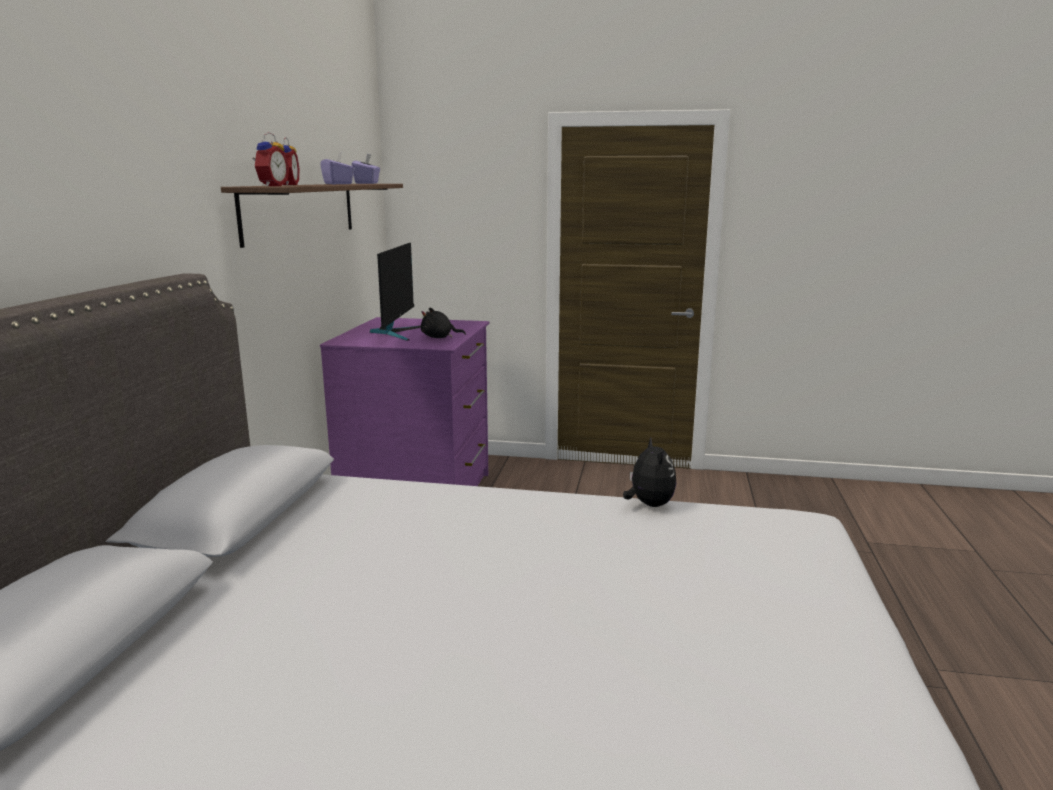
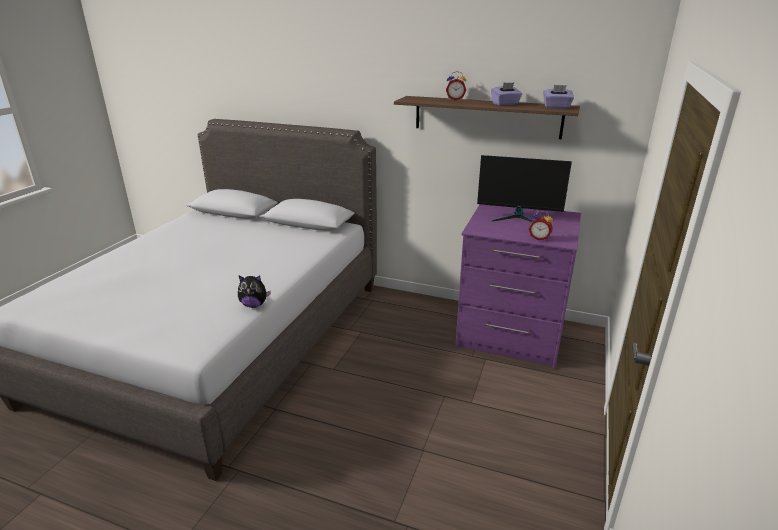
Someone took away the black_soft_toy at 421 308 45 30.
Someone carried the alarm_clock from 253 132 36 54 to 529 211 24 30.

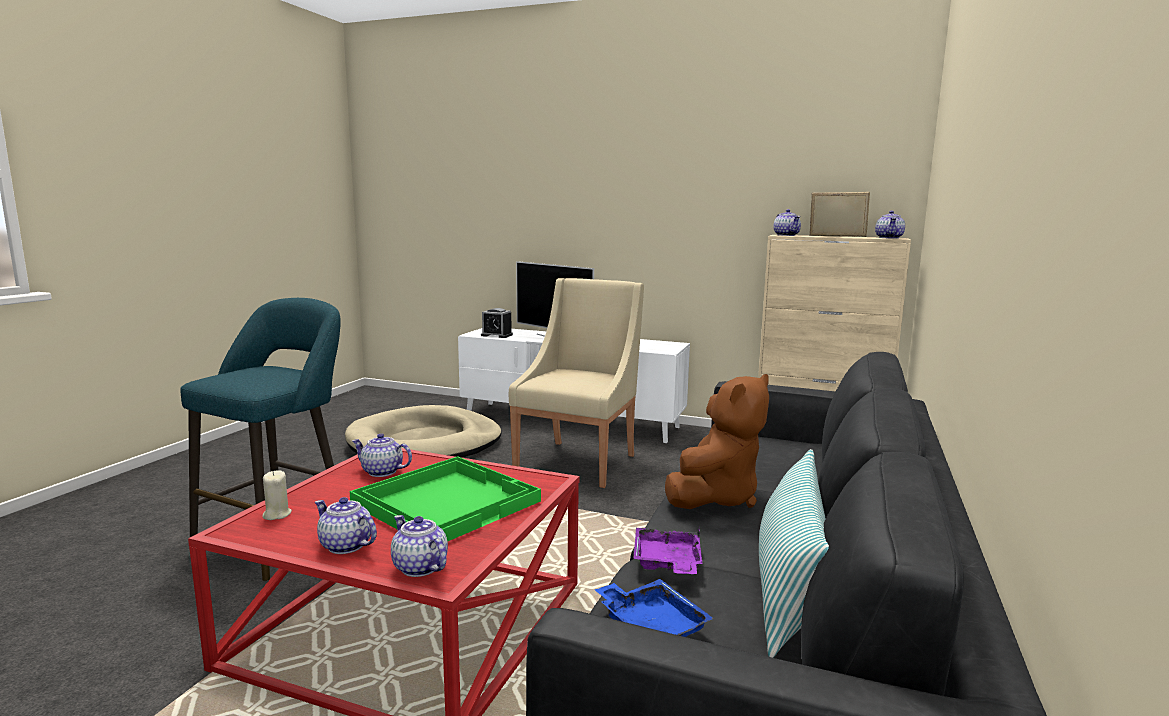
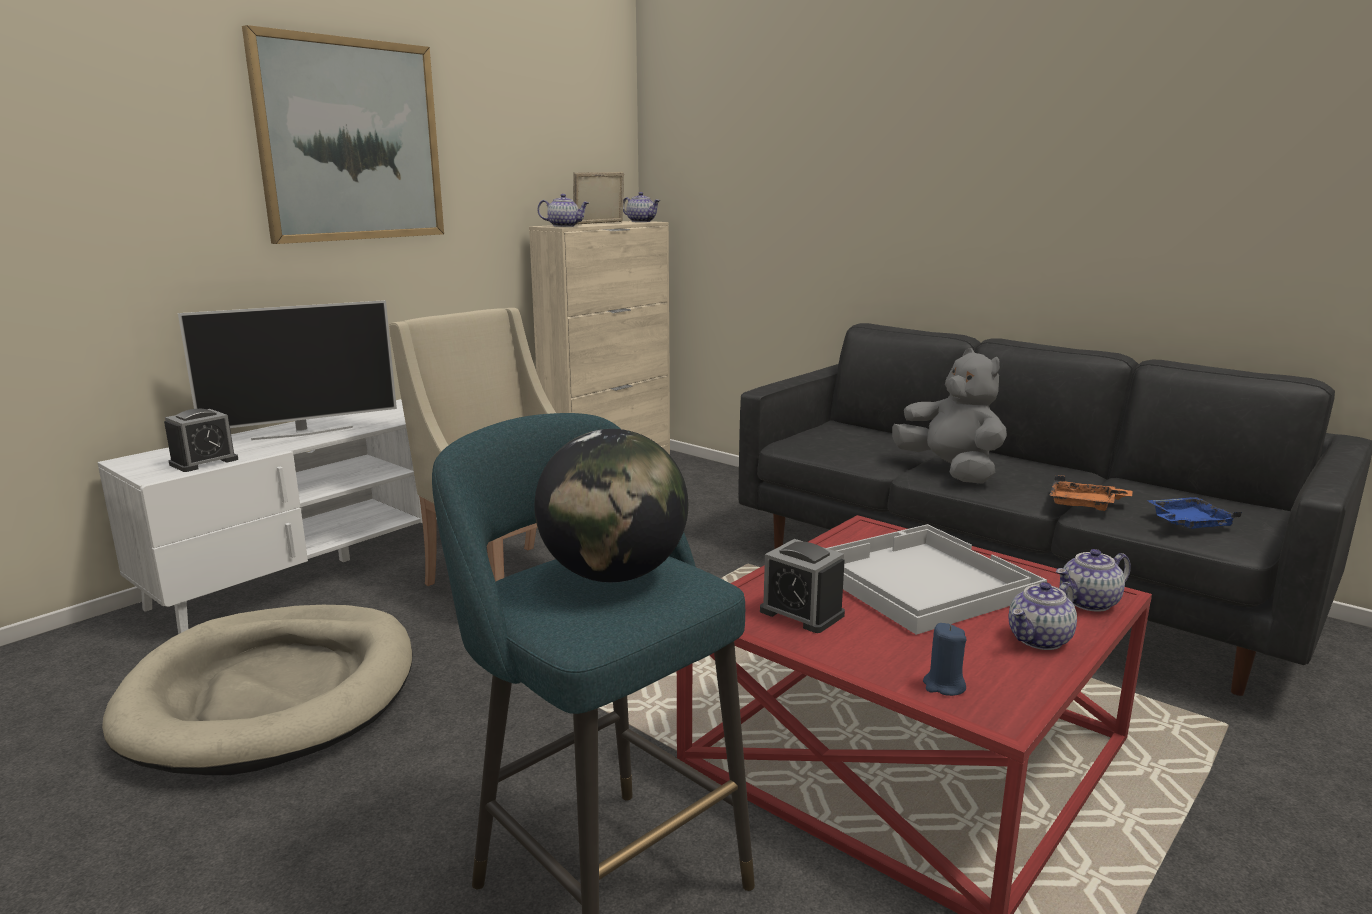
Someone took away the throw_pillow at 759 449 70 209.
Someone put up the wall_art at 242 25 202 219.
Someone put down the globe at 534 429 154 153.
Someone swapped the teapot at 352 433 60 44 for the alarm_clock at 760 539 85 94.
Someone repainted the beige_candle at 262 470 30 50, which became the blue-coloured_candle at 923 623 43 73.
Someone repainted the green-coloured_carrying_tray at 350 456 191 86, which became the white_carrying_tray at 827 524 220 111.
Someone repainted the purple-coloured_carrying_tray at 633 528 70 46, which became the orangey_carrying_tray at 1049 475 83 36.
Someone repainted the brownish_soft_toy at 665 374 104 135, which became the gray_soft_toy at 892 348 115 135.

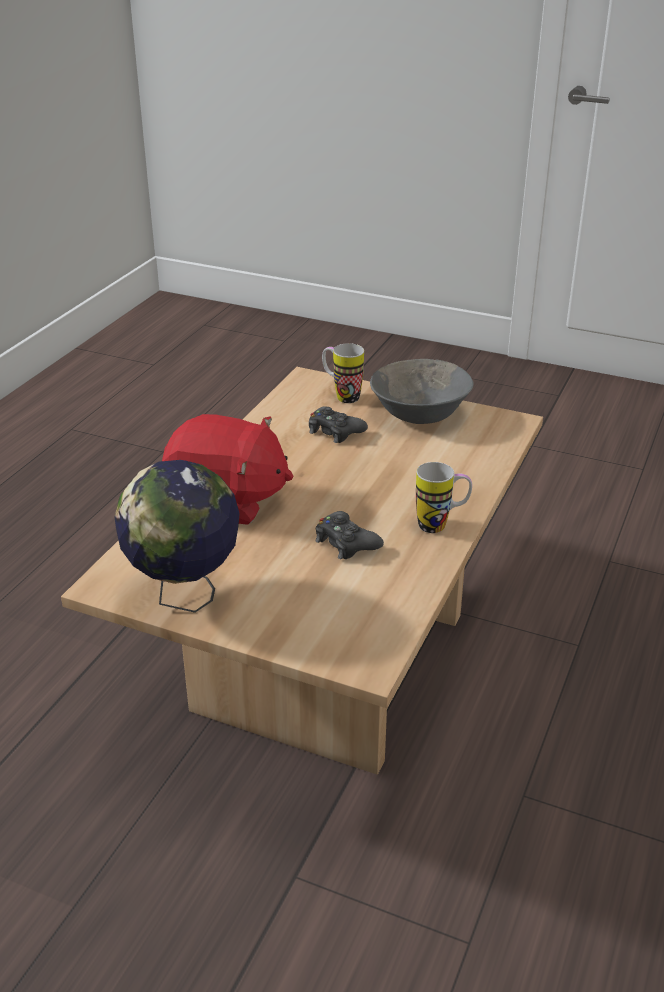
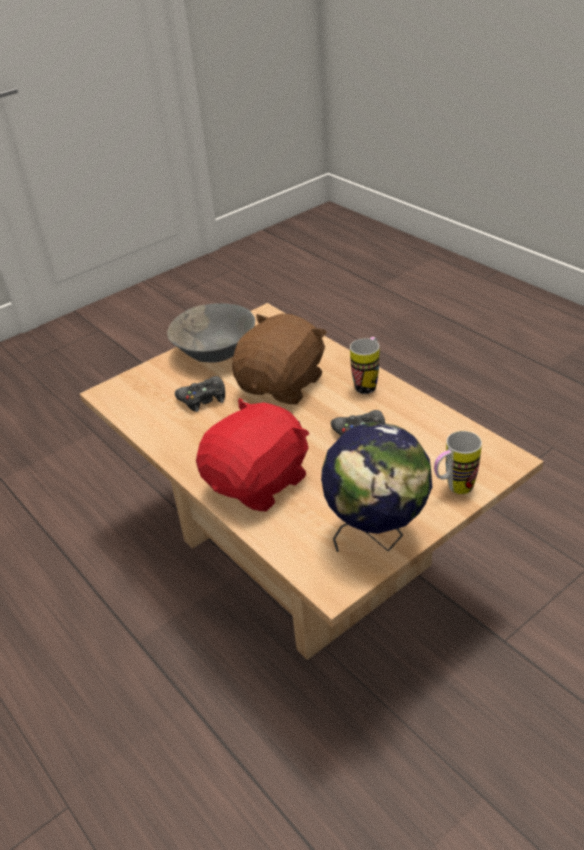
Someone put down the brownish_soft_toy at 232 313 95 91.
Someone carried the tea_mug from 322 343 42 60 to 434 431 48 63.

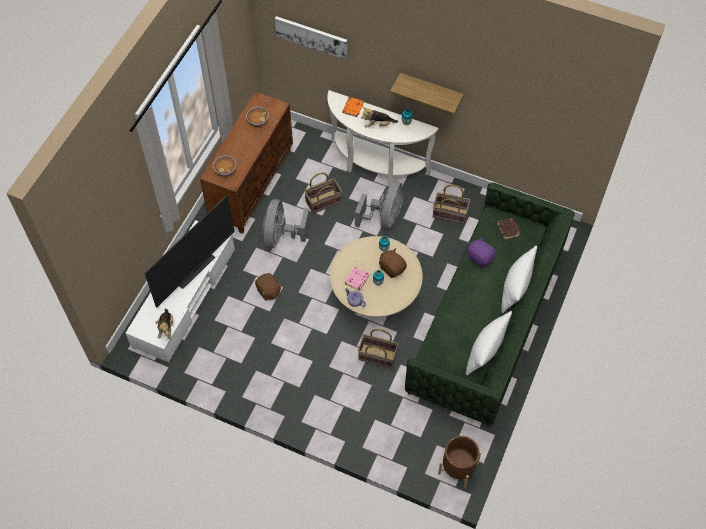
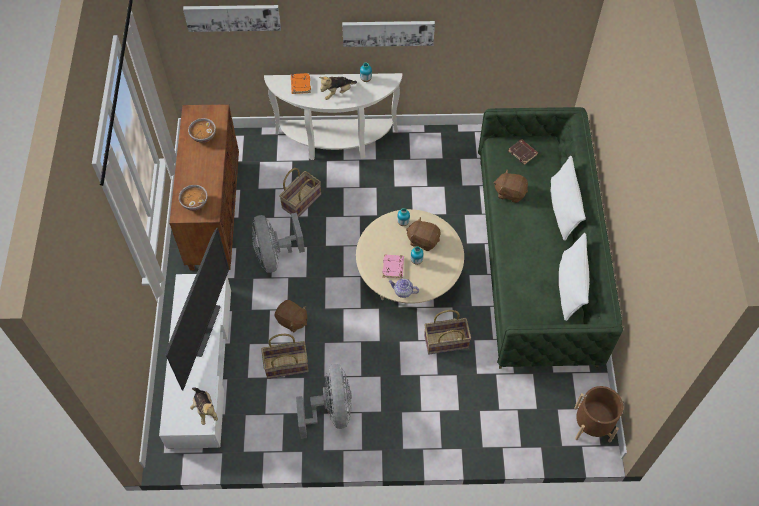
Someone carried the gray_cooling_fan from 355 181 48 47 to 296 364 56 75.
Someone carried the storage_basket from 433 184 37 40 to 261 334 48 45.
Someone swapped the wall_shelf at 390 73 74 41 for the wall_art at 342 21 93 26.
Someone repainted the purple-coloured_soft_toy at 467 238 29 29, which became the brownish_soft_toy at 493 170 35 33.

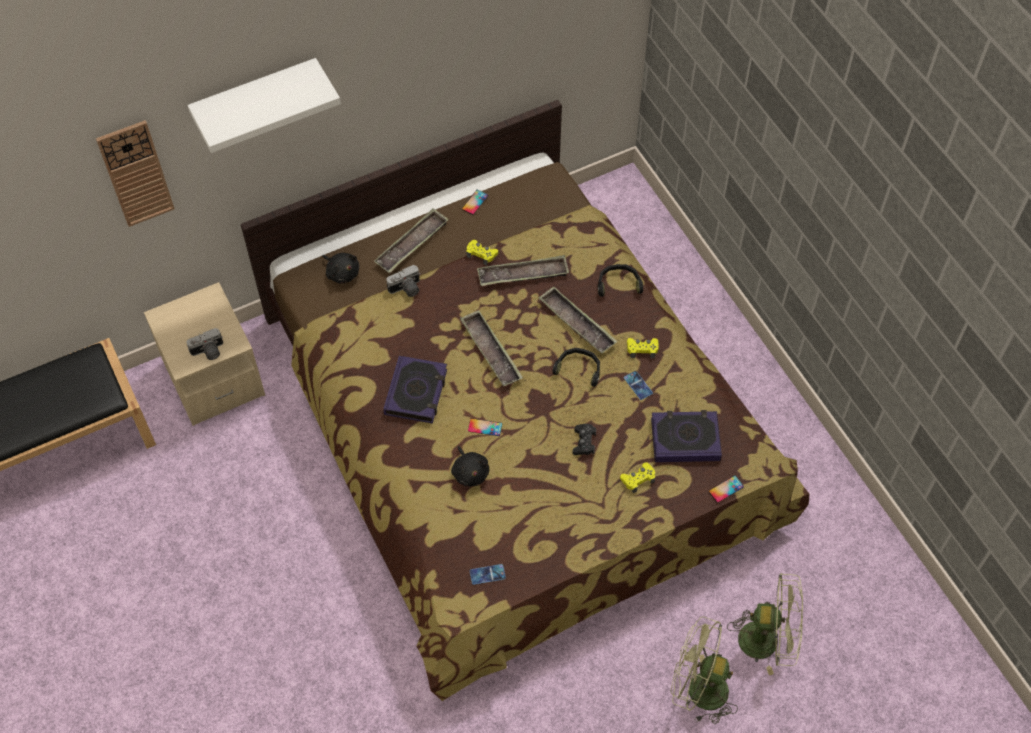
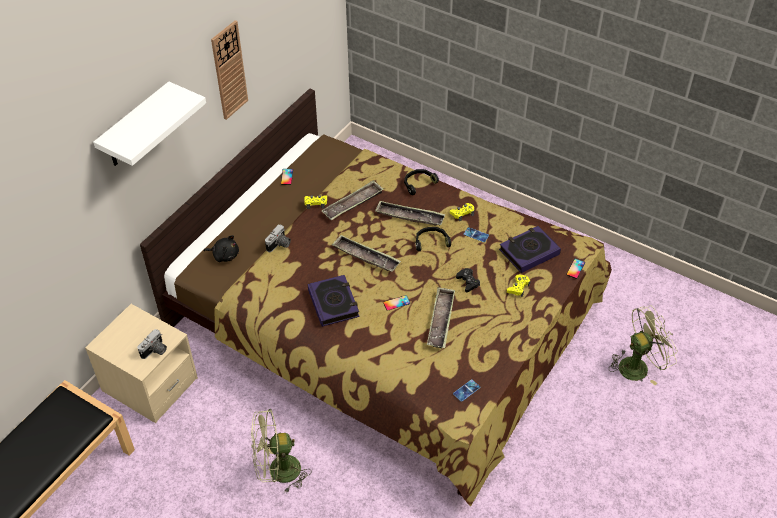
Someone took away the black_soft_toy at 451 446 38 40.
Someone carried the wall_clock from 96 120 79 107 to 211 20 37 100.
Someone carried the carrying_tray from 374 208 75 65 to 427 287 28 61.
Someone carried the green-coloured_cooling_fan from 670 616 68 108 to 251 409 61 85.

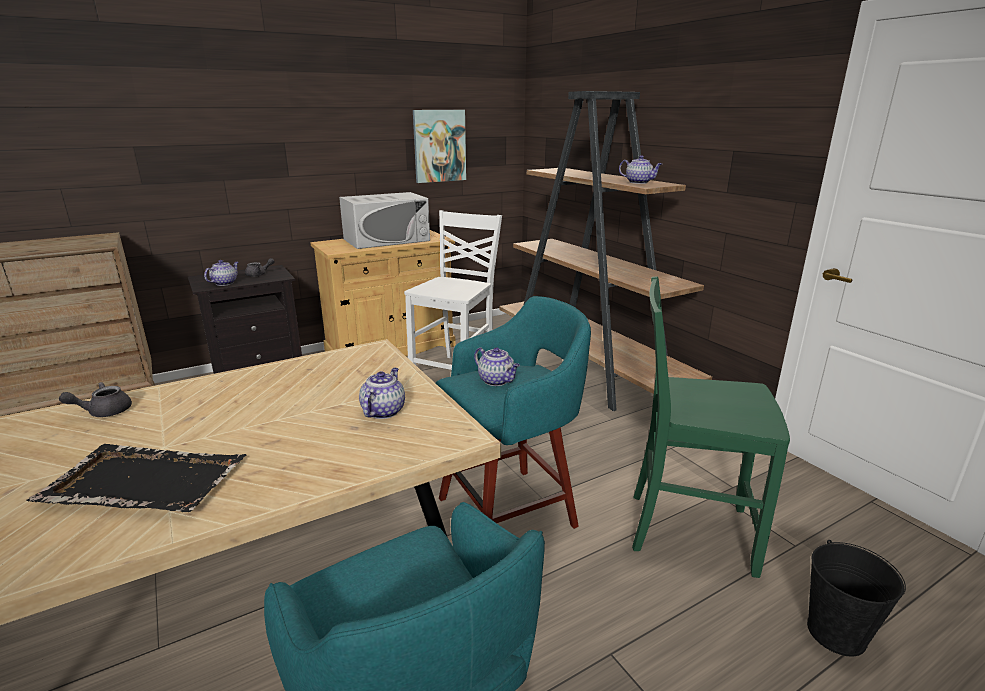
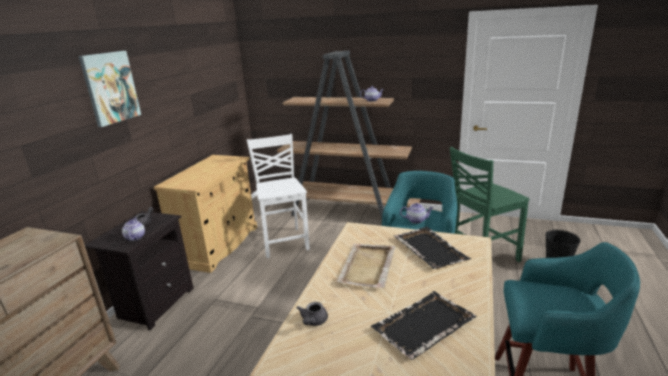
Someone took away the white_microwave_oven at 339 192 91 57.
Someone put down the beige_carrying_tray at 336 244 59 44.
Someone carried the wall_art from 413 110 53 73 to 79 51 62 76.
Someone swapped the teapot at 359 368 46 51 for the black_carrying_tray at 394 227 78 42.

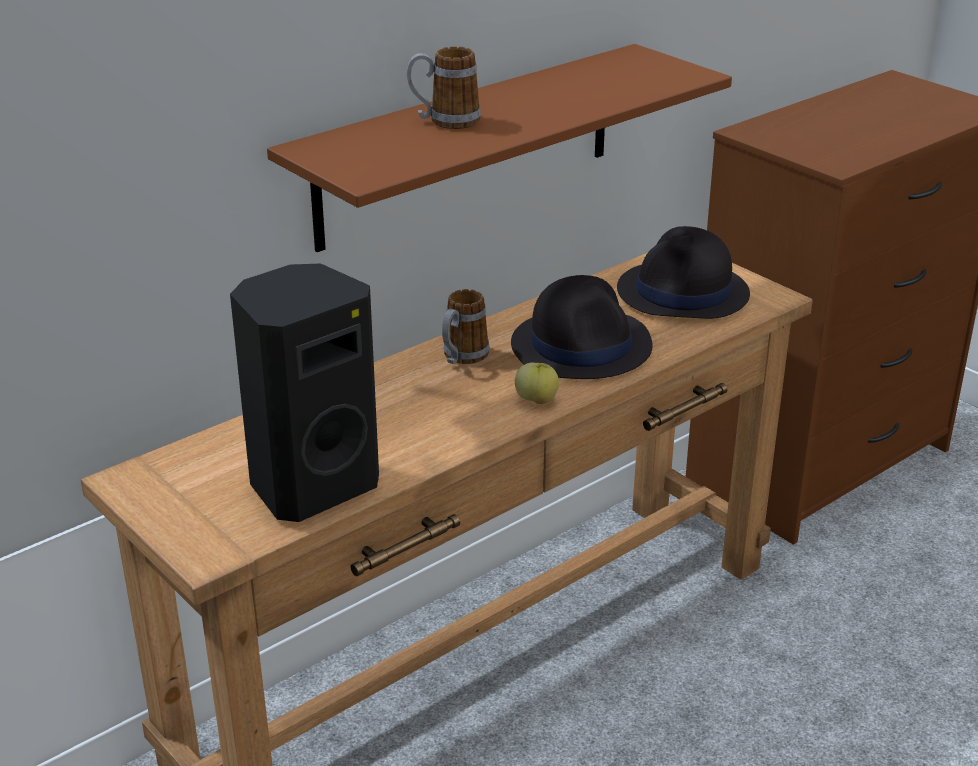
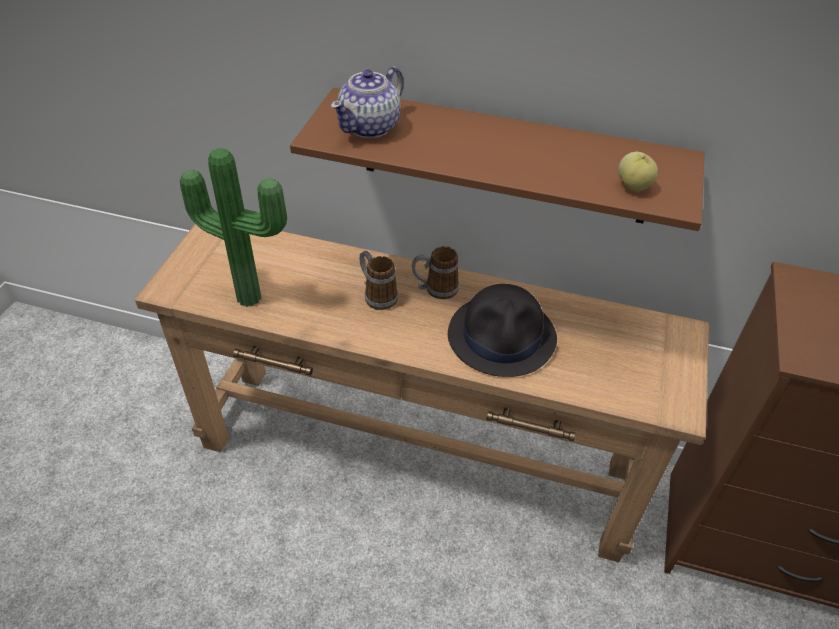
Someone took away the black_wearable_hat at 617 226 133 93.
Someone put down the teapot at 331 66 73 72.
Someone carried the tea_mug from 407 46 74 83 to 359 251 39 59.
Someone carried the apple from 515 363 44 41 to 618 152 40 40.
Someone swapped the black_audio_speaker at 230 263 149 259 for the houseplant at 180 148 107 159.

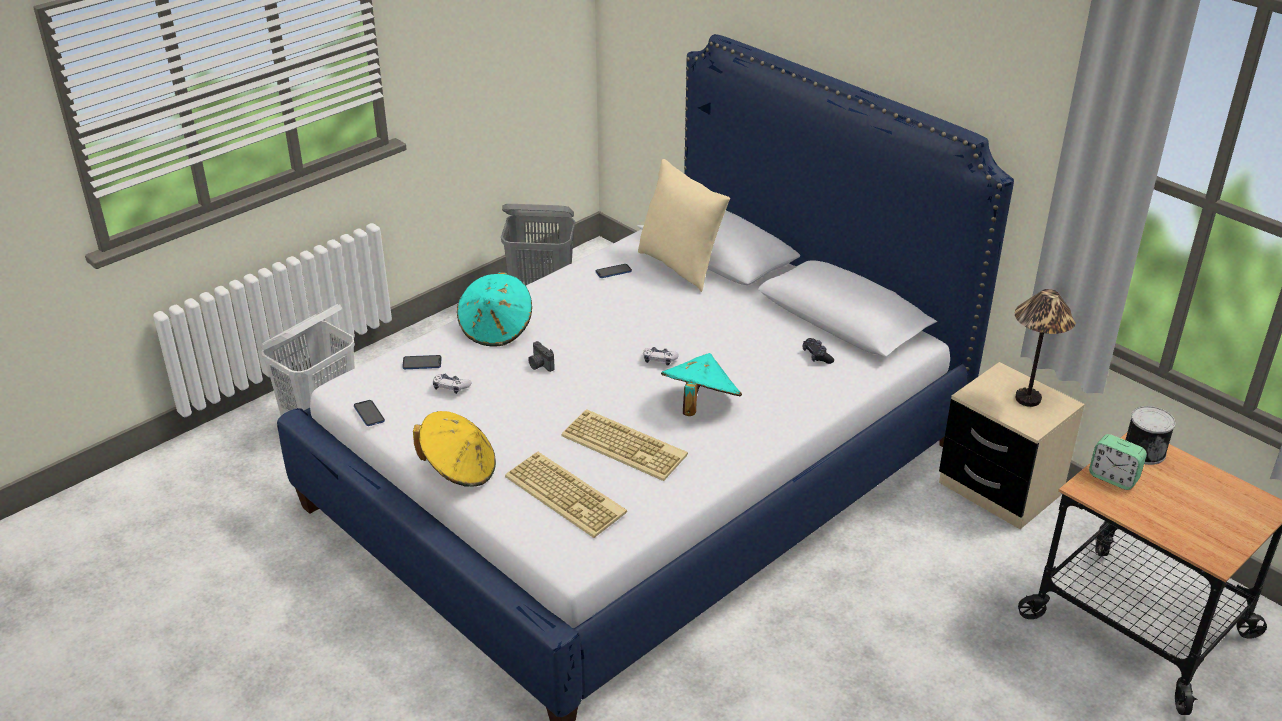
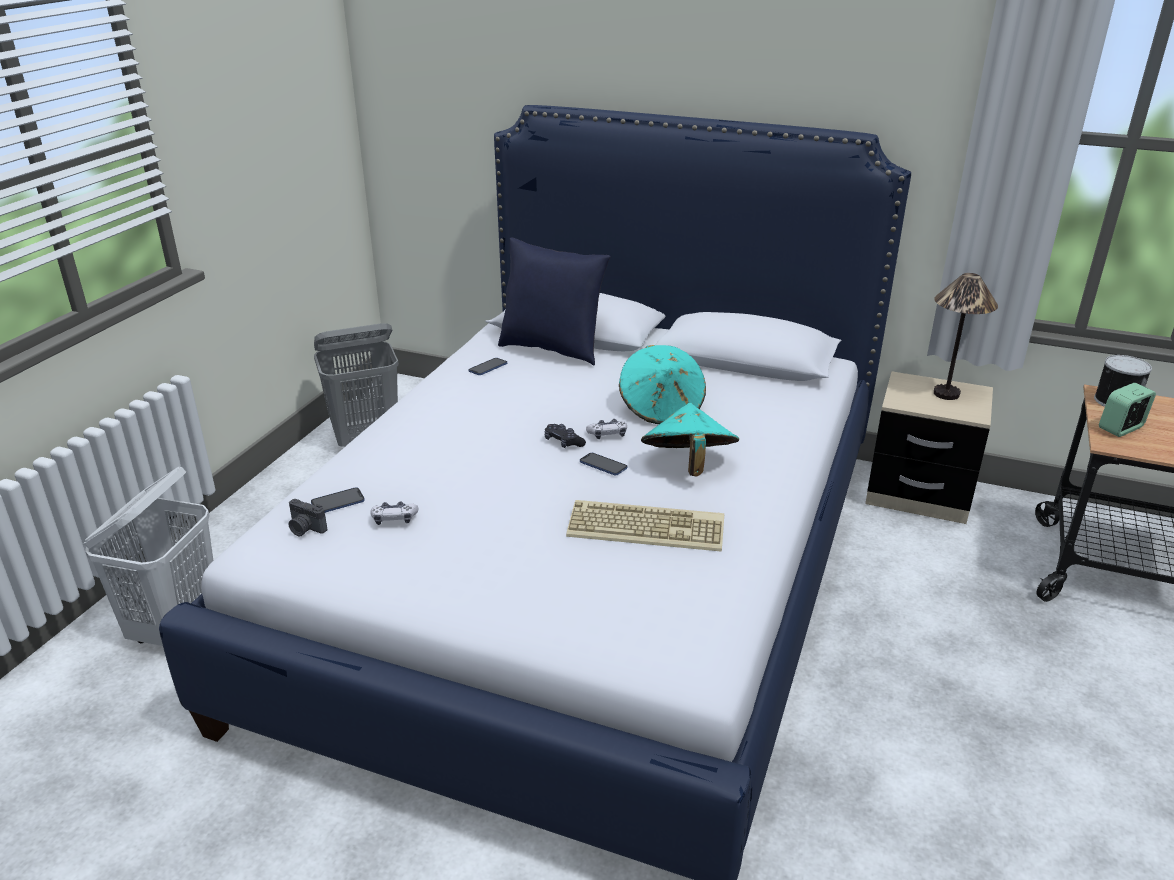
Someone took away the yellow-coloured_wearable_hat at 413 411 83 76.
Someone took away the PC_keyboard at 505 452 122 86.
Someone carried the telephone from 354 400 31 26 to 580 453 47 22.
Someone carried the turquoise-coloured_wearable_hat from 457 272 75 75 to 619 345 87 79.
Someone carried the photo_camera from 528 341 27 31 to 288 499 39 38.
Someone carried the black_gamepad from 803 338 31 26 to 545 424 41 24.
Someone repainted the beige_throw_pillow at 638 159 92 133, which became the blue-coloured_throw_pillow at 498 238 113 128.
Someone rotated the alarm_clock at 1089 434 58 56 by 135 degrees clockwise.

